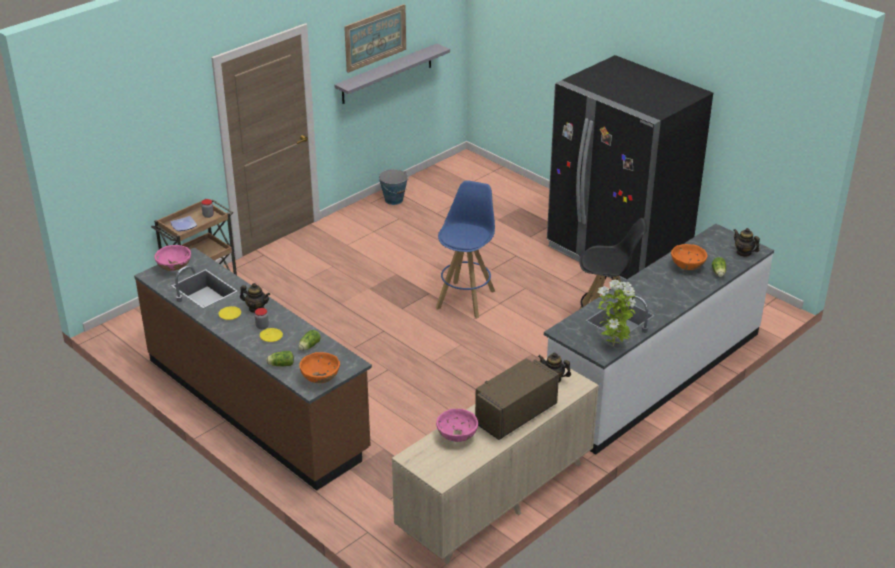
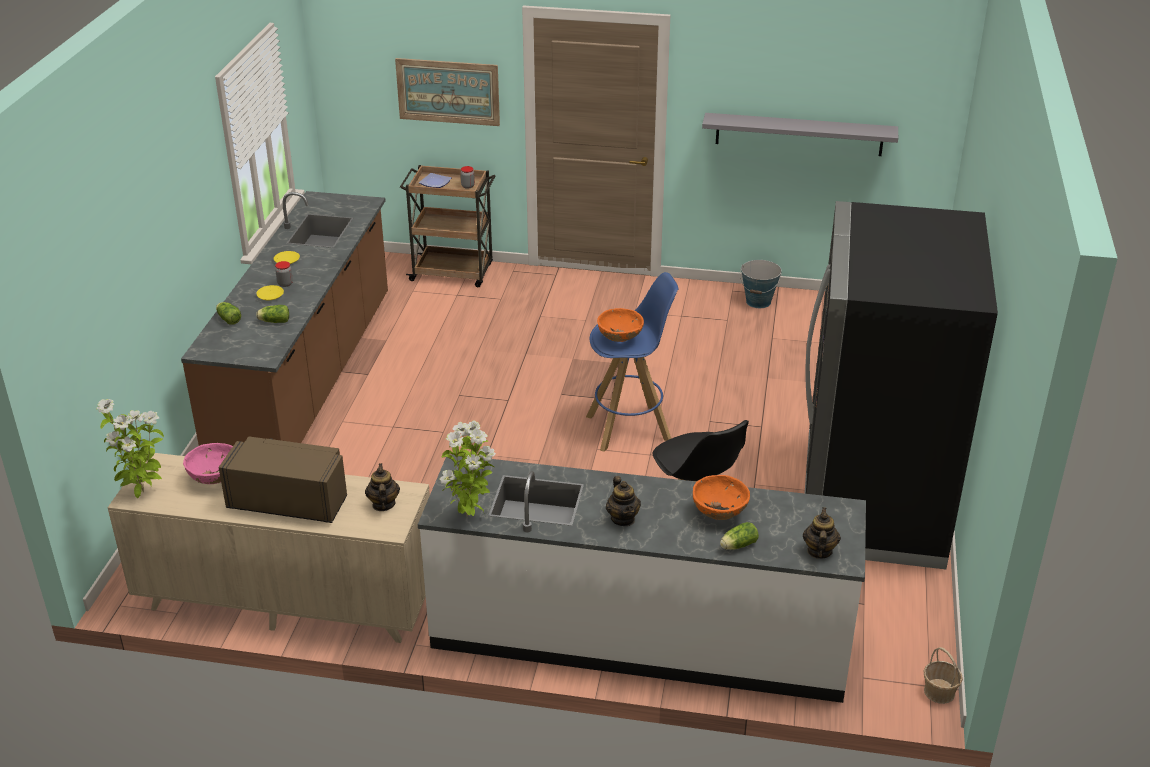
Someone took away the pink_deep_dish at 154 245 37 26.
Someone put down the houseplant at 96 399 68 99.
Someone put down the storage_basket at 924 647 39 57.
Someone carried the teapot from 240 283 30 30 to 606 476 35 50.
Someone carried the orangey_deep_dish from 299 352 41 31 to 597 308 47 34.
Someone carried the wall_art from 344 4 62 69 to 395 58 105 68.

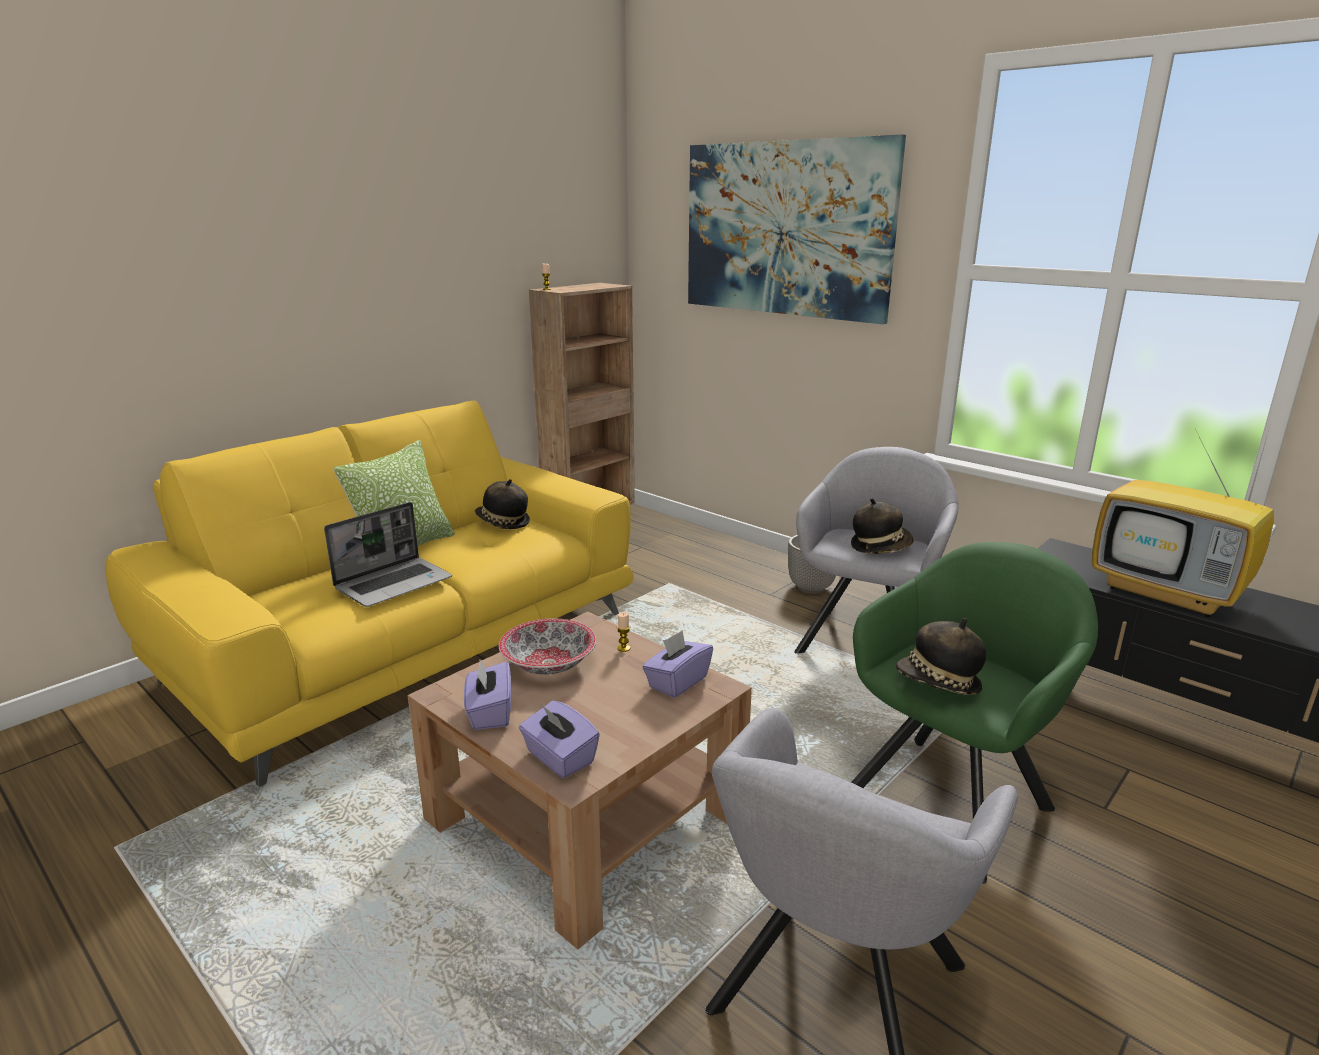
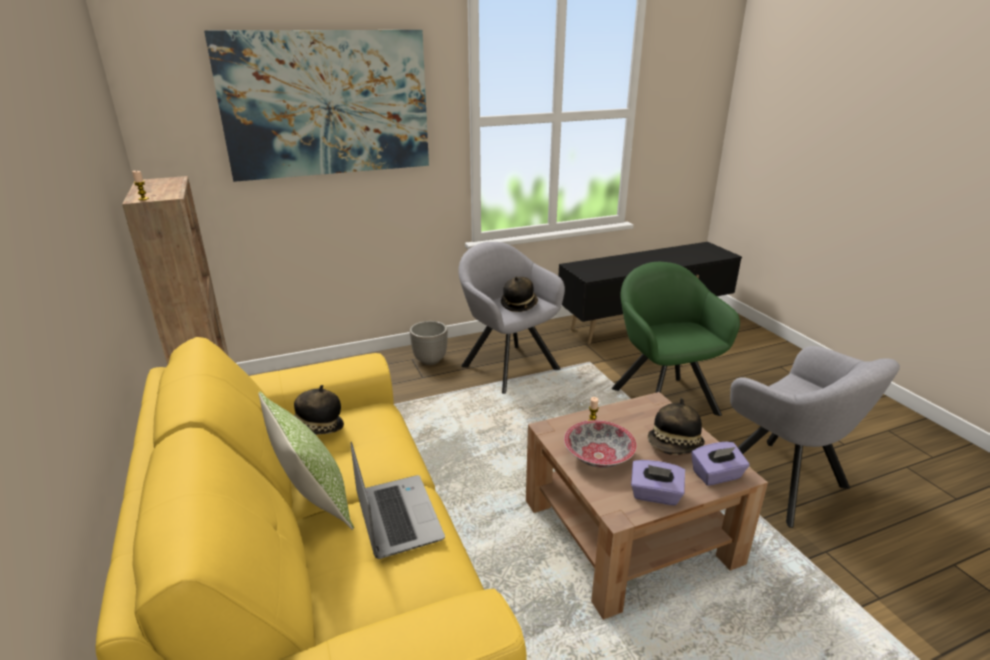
Someone took away the purple-coloured_box_of_tissues at 642 630 71 68.
Someone took away the TV at 1092 423 182 194.
Someone carried the wearable_hat from 896 618 90 77 to 648 398 57 57.

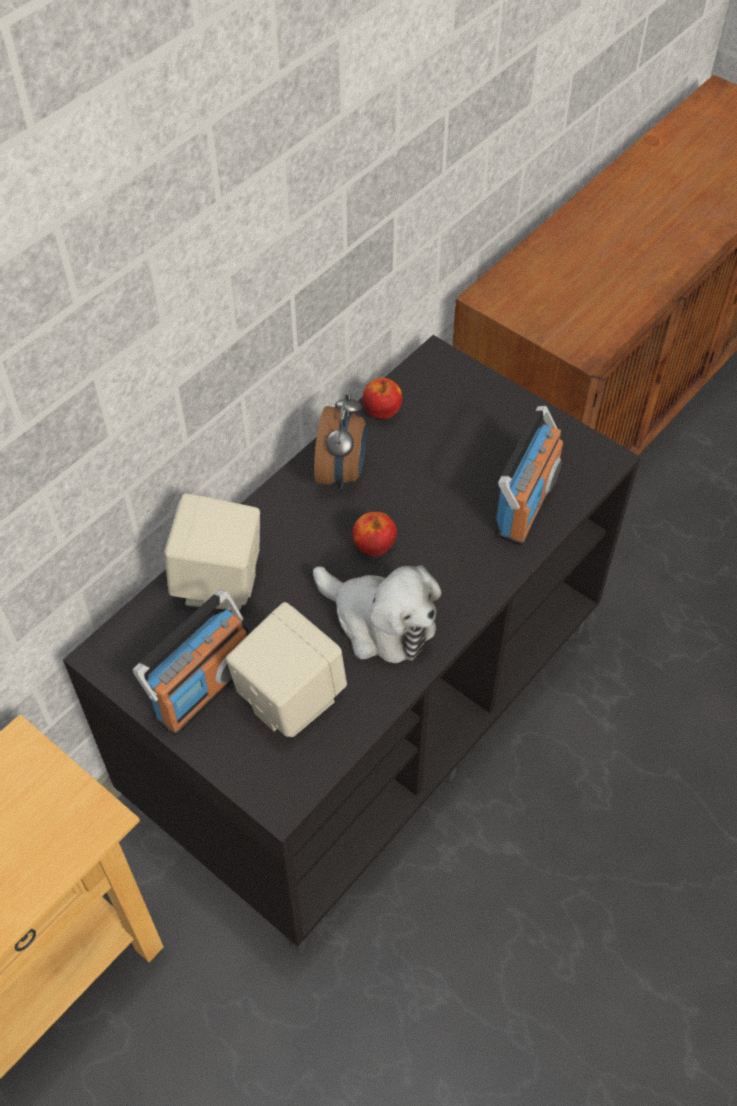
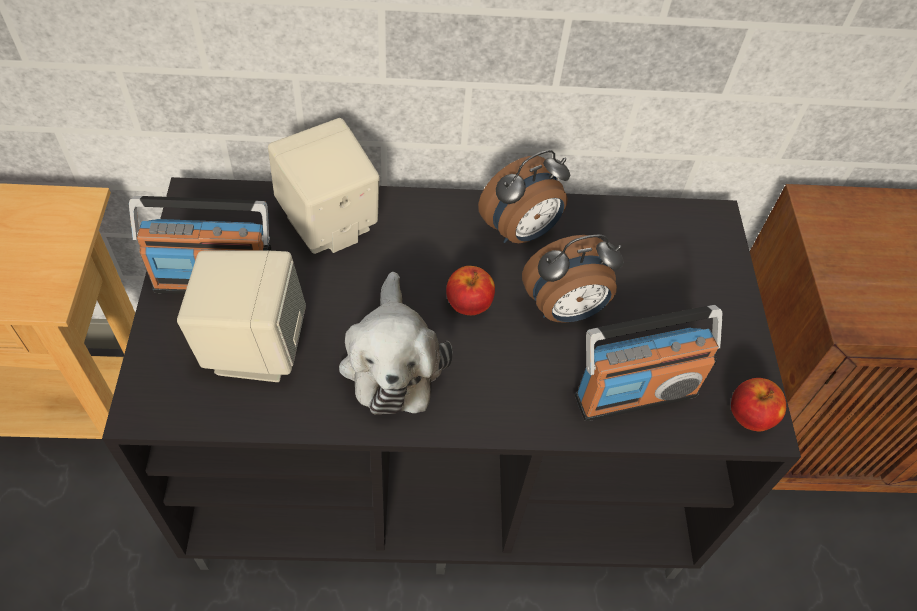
Someone put down the alarm_clock at 522 234 101 89.
Someone carried the apple from 363 378 39 41 to 731 378 55 53.

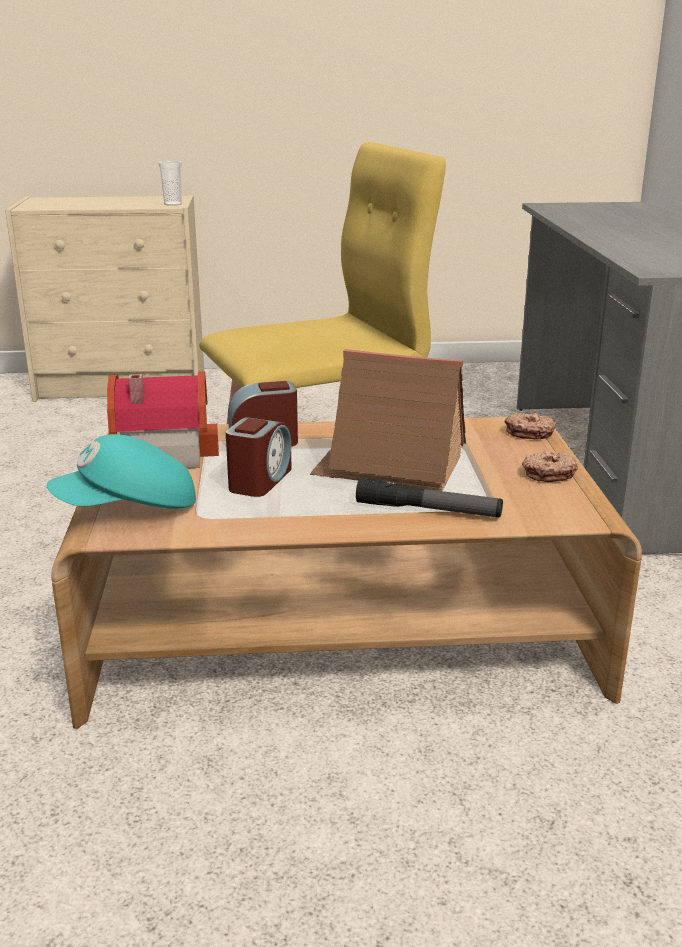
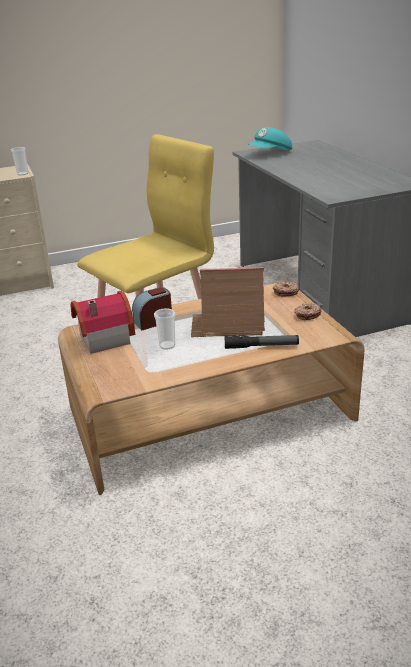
Someone carried the turquoise-coloured_cap from 46 434 150 75 to 248 127 44 23.
Someone swapped the alarm_clock at 226 417 66 80 for the drinking_cup at 154 308 21 42.

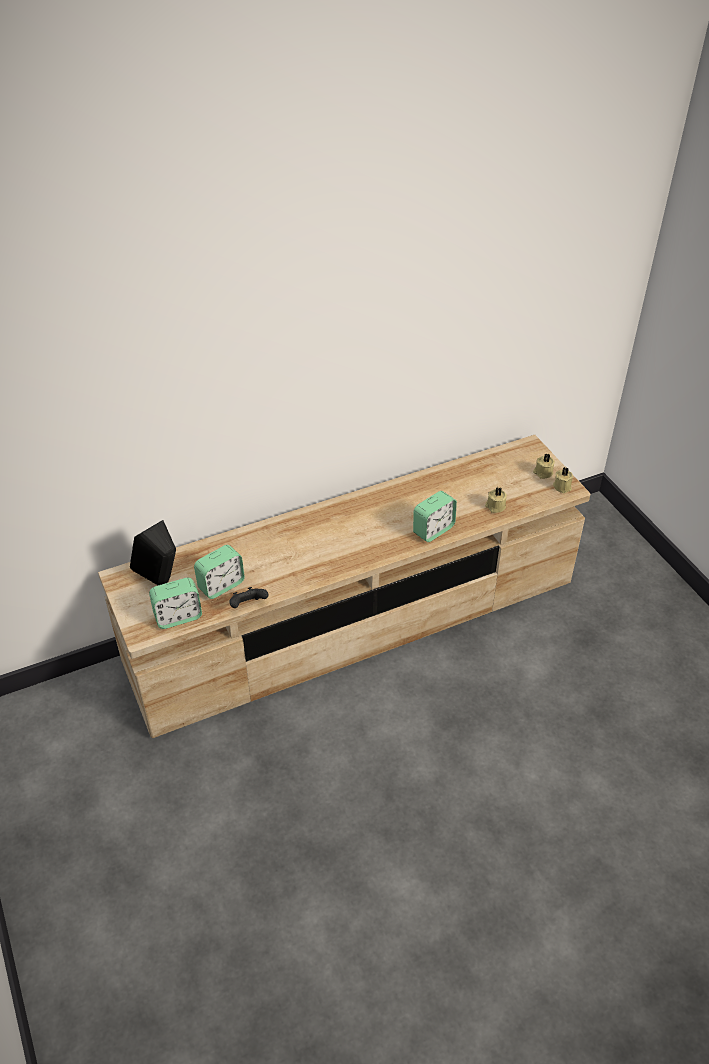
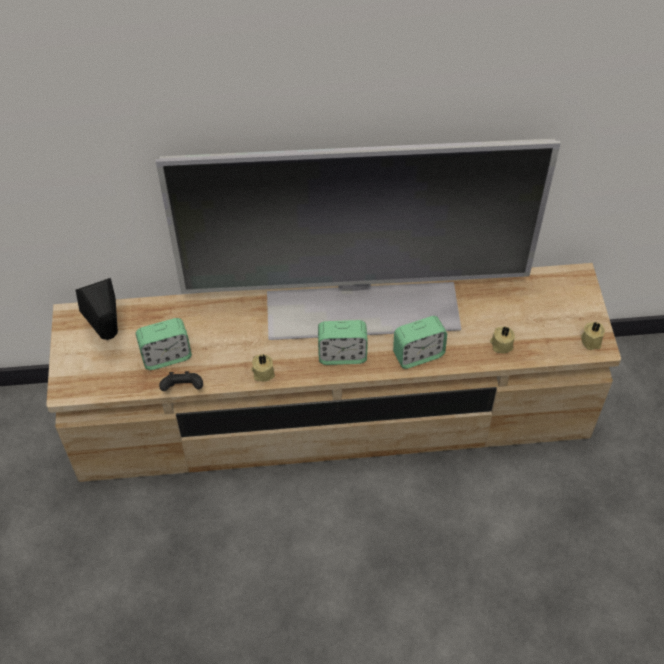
Someone put down the TV at 156 138 405 202.
Someone carried the alarm_clock from 149 578 53 51 to 318 320 50 45.
Someone carried the beige_candle from 533 454 22 25 to 251 354 24 28.

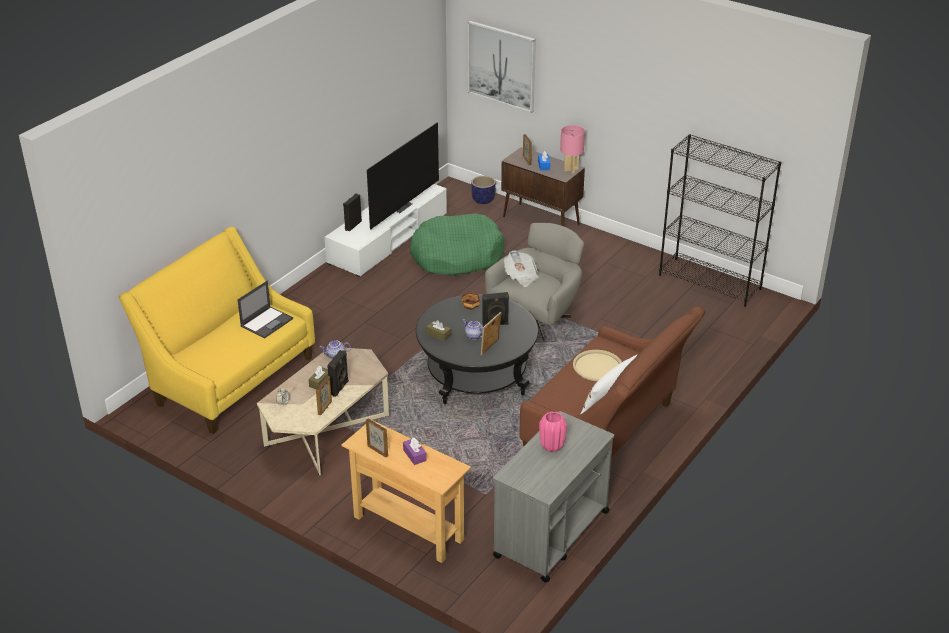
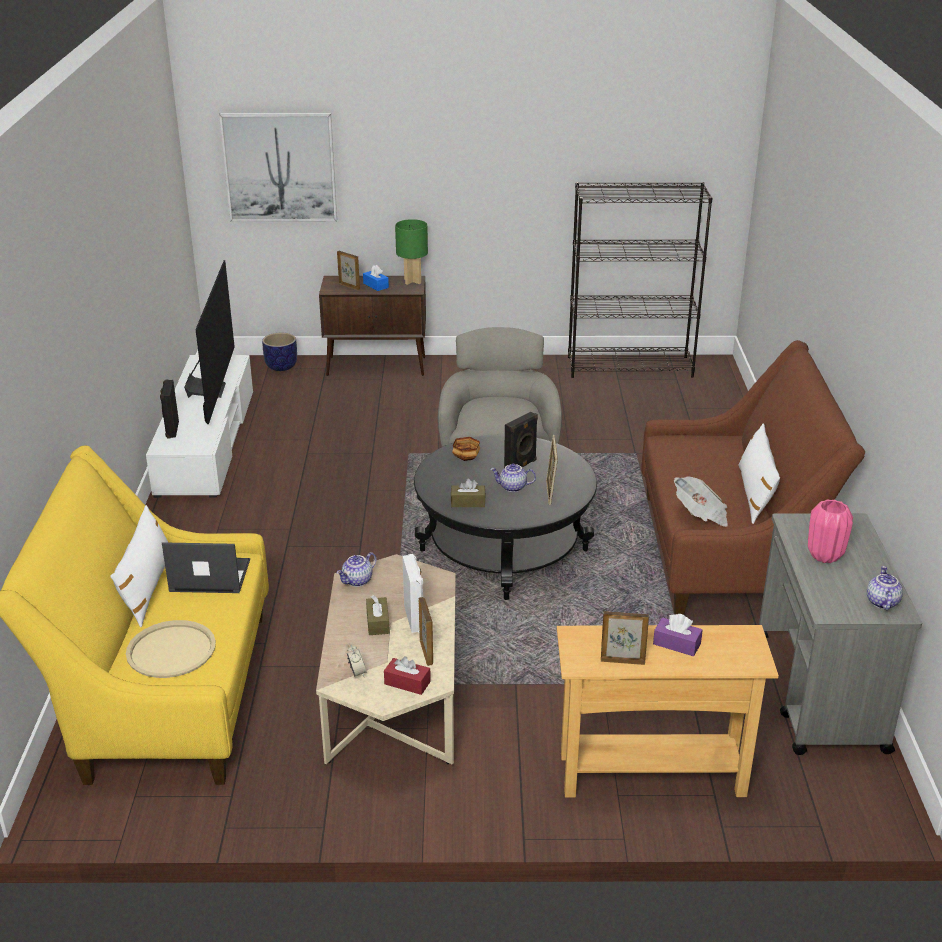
Someone took away the green-coloured_pet_bed at 410 213 95 63.
Someone put down the white_throw_pillow at 110 505 59 122.
Someone put down the reddish_box_of_tissues at 384 656 47 39.
Someone put down the teapot at 867 566 36 44.
Someone carried the newspaper from 504 251 35 36 to 674 476 54 51.
Someone carried the beige_carrying_tray from 573 350 49 31 to 126 620 90 58.
Someone repainted the black_audio_speaker at 327 350 22 47, which became the white_audio_speaker at 402 554 21 79.
Someone repainted the pink_table_lamp at 560 125 25 48, which became the green-coloured_table_lamp at 395 219 33 66.
Someone rotated the portable_computer at 237 281 56 58 by 90 degrees counterclockwise.

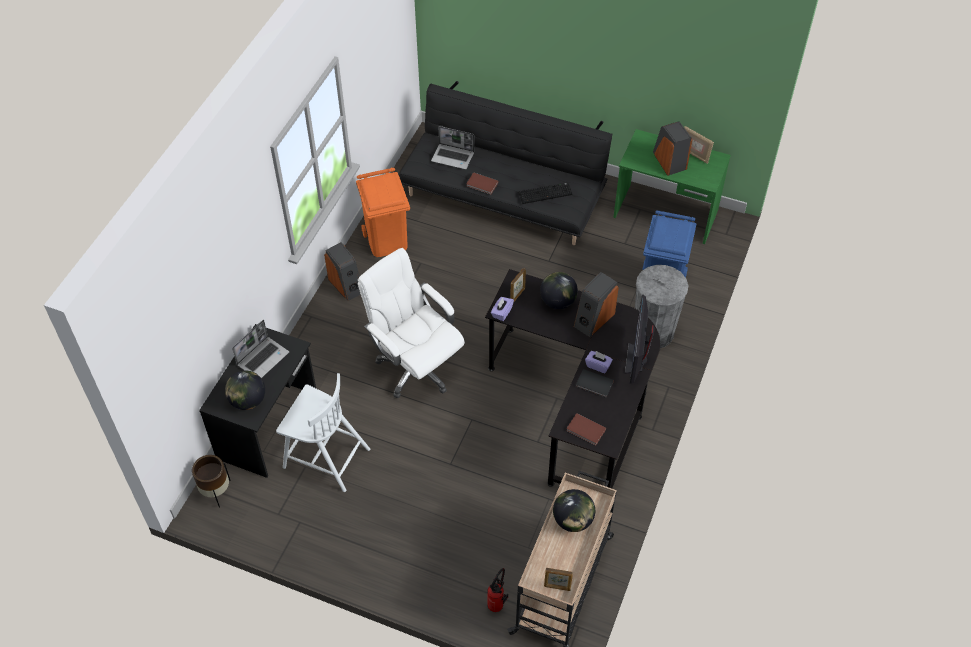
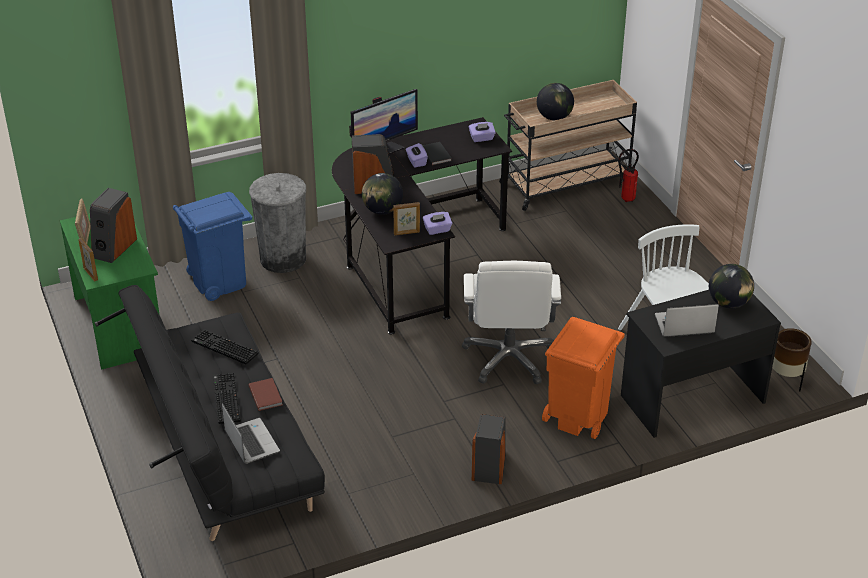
Someone put down the PC_keyboard at 213 373 28 51.
Someone carried the orangey_waste_bin from 356 168 54 89 to 542 317 83 122.
Someone carried the standing_frame from 544 568 29 23 to 78 239 20 42.
Someone swapped the brownish_book at 566 413 40 32 for the purple-coloured_box_of_tissues at 469 122 27 20.

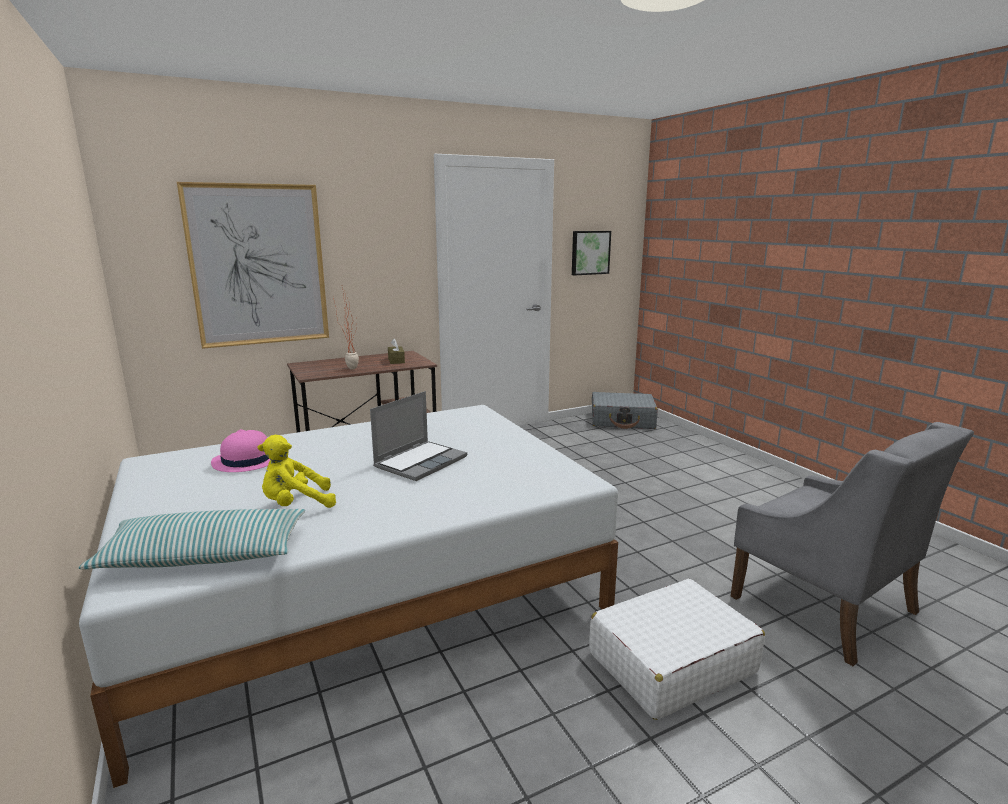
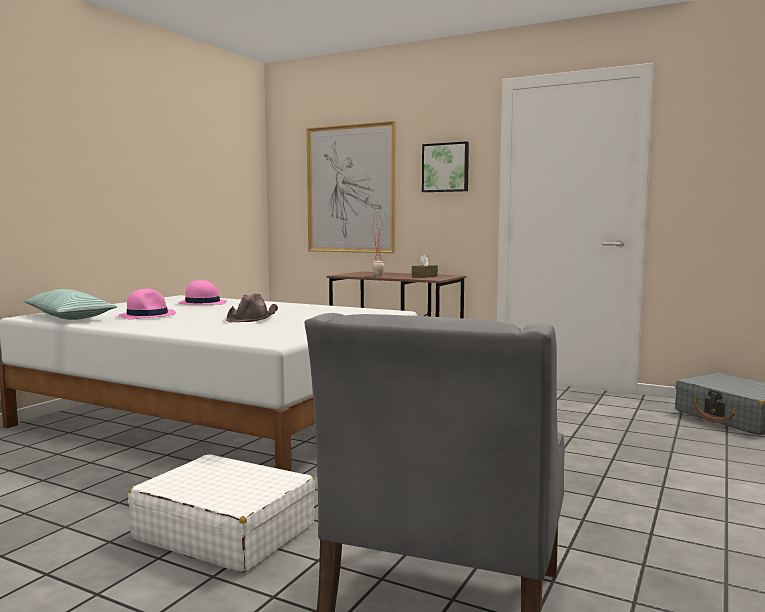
Someone carried the wall_art from 572 231 39 44 to 422 141 47 51.
Someone swapped the yellow-coloured_soft_toy at 258 435 78 73 for the pink_wearable_hat at 119 289 57 31.
Someone swapped the portable_computer at 370 391 97 90 for the brownish_wearable_hat at 226 294 52 28.

